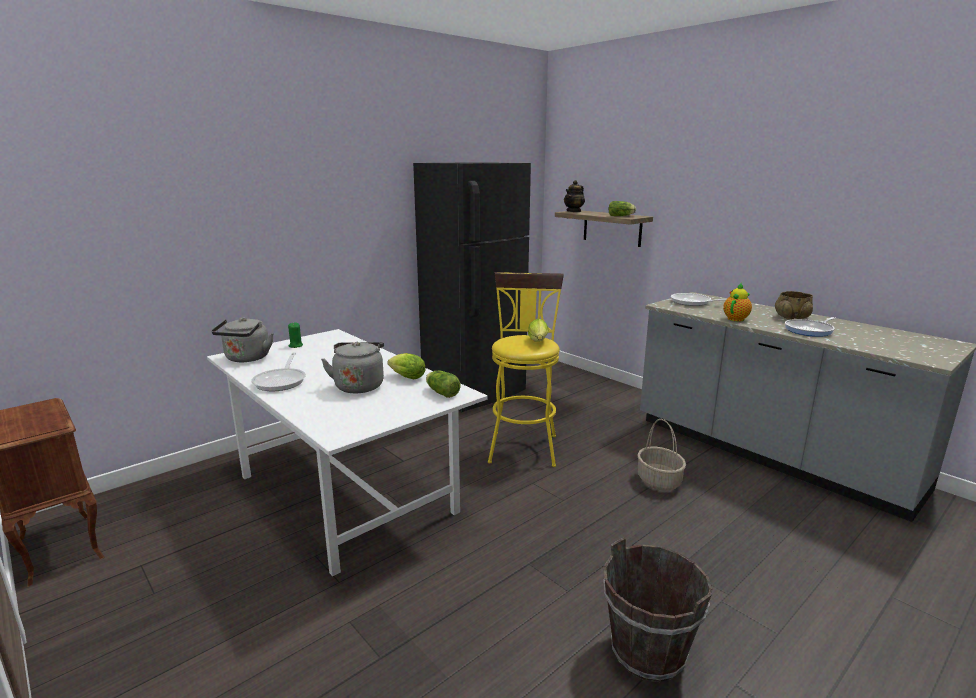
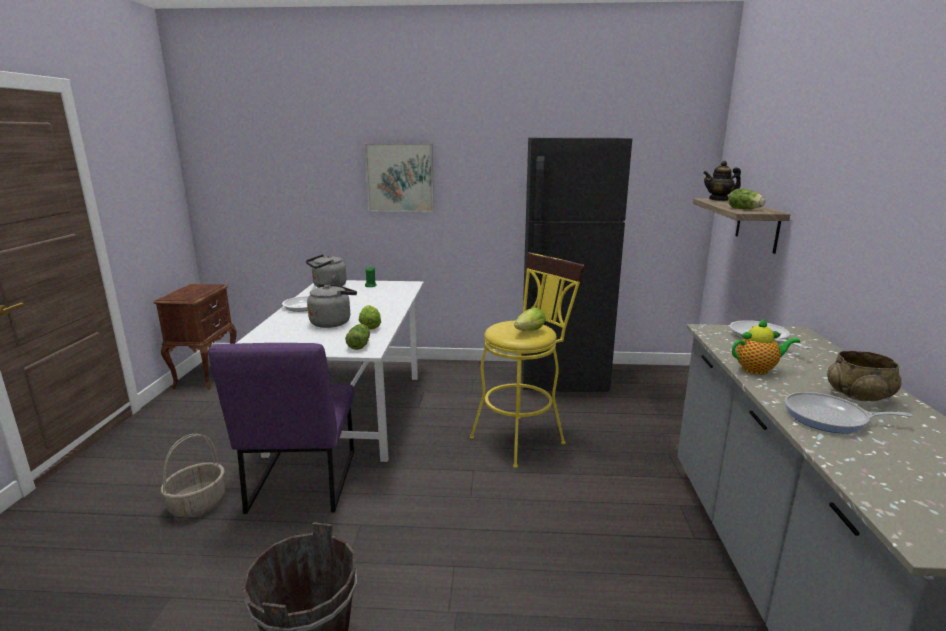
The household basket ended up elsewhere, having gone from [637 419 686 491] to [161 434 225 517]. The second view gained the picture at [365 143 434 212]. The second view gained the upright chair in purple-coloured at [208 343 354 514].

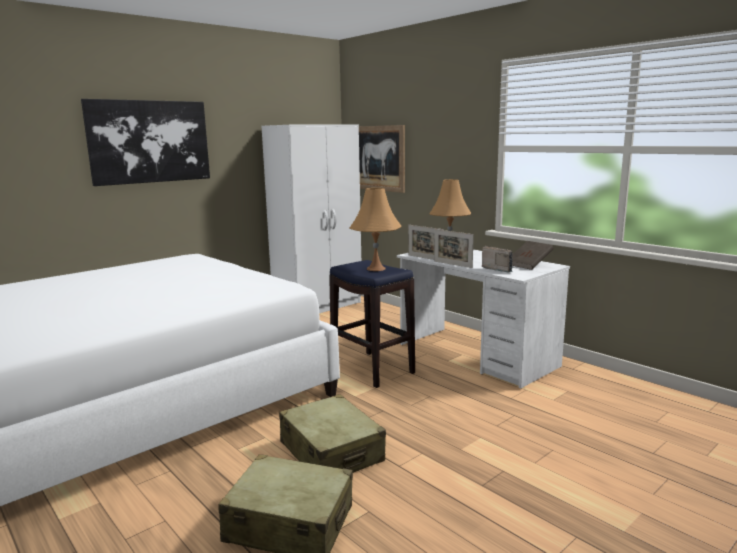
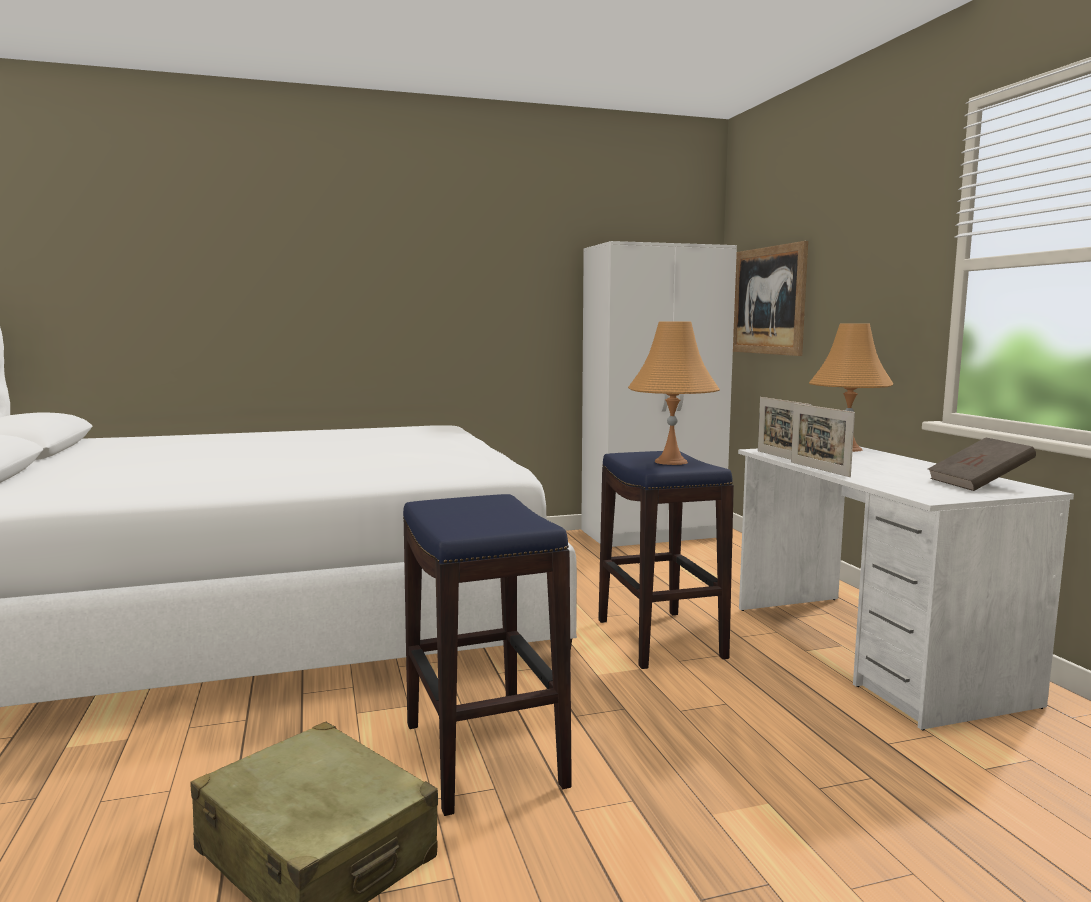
The second view lost the picture at [81 99 210 186]. The second view lost the radio at [482 246 514 273]. Where the travel case in beige-coloured stood at [279 394 386 473], the stool came to stand at [403 494 572 816].

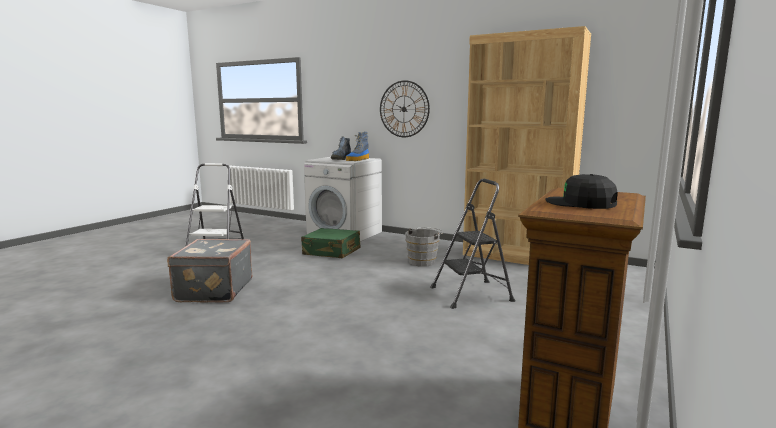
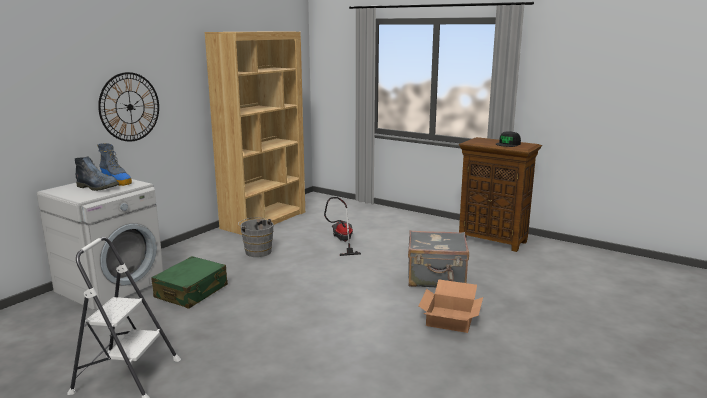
Where the stepladder in black-coloured stood at [430 179 516 309], the vacuum cleaner came to stand at [324 197 361 256]. The travel case in greyish ended up elsewhere, having gone from [167 239 253 303] to [408 230 469 287]. The second view gained the packing box at [418 279 483 333].

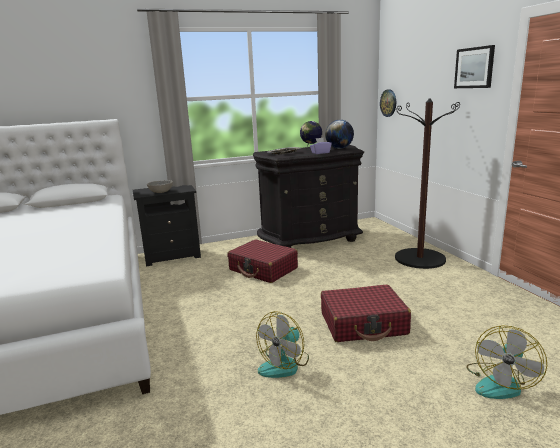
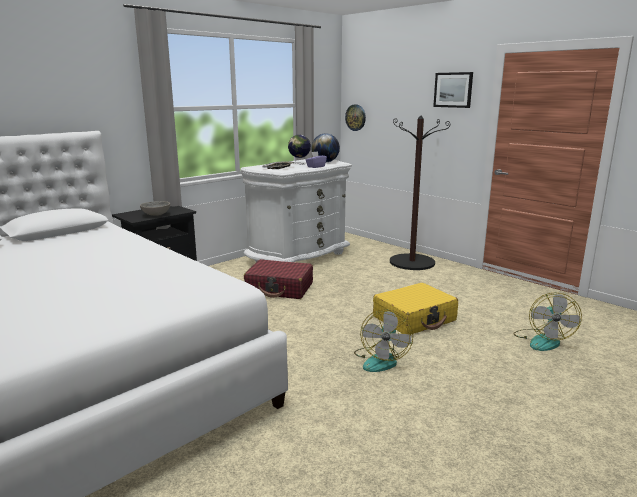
What was the chest of drawers in black-coloured at [253 145 364 248] turned into the chest of drawers in white at [240 159 352 262]. What was the travel case in red at [321 285 411 342] turned into the travel case in yellowish at [373 283 458 335].

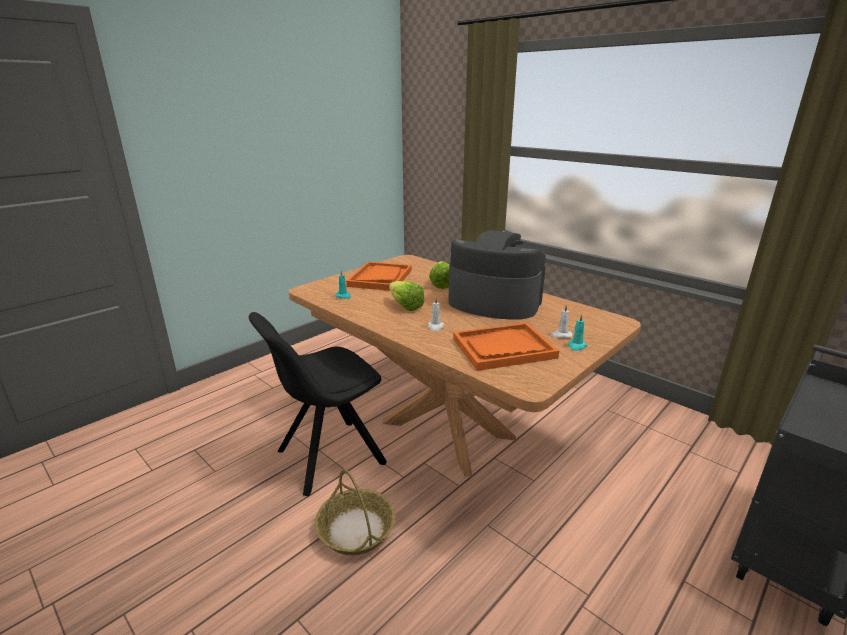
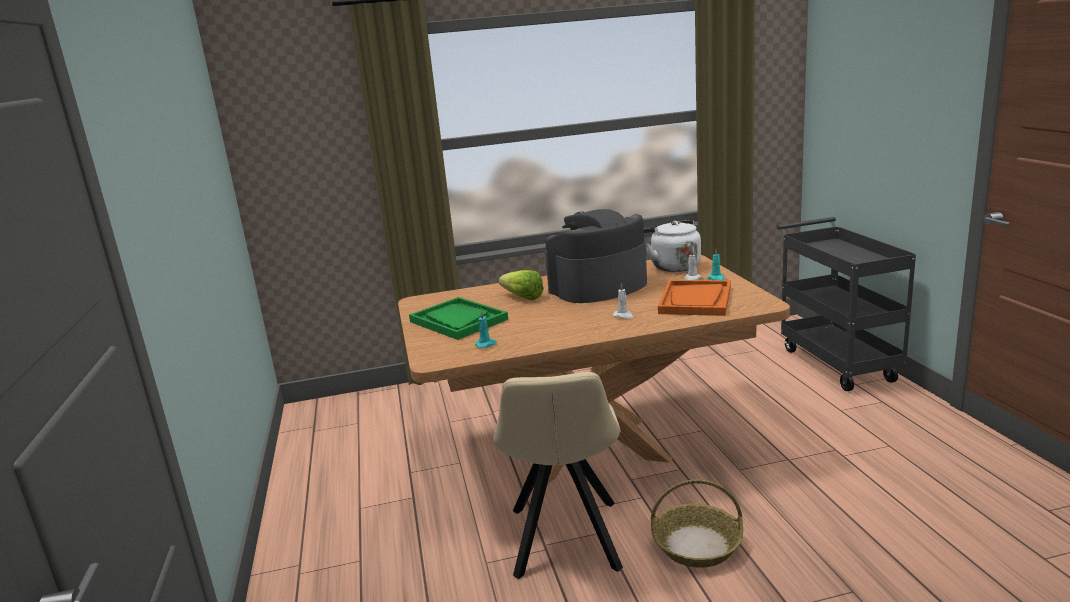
What was the serving tray in orange at [346 262 412 291] turned into the serving tray in green at [409 297 508 340]. The second view lost the lettuce head at [389 281 425 311]. What was the upright chair in black-coloured at [249 312 387 496] turned into the upright chair in beige-coloured at [493 372 623 579]. The second view gained the tea kettle in white at [644 220 701 272].

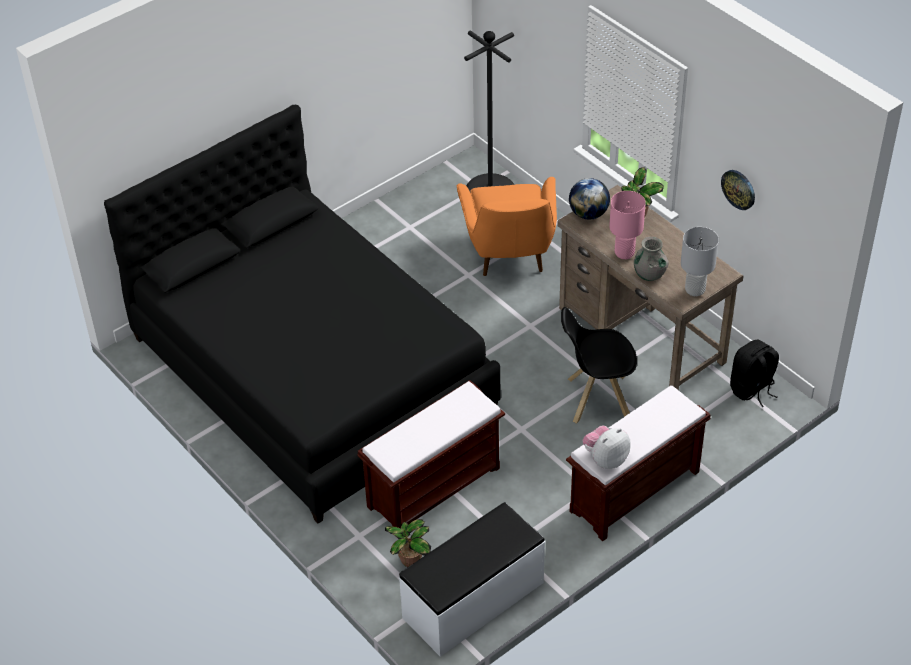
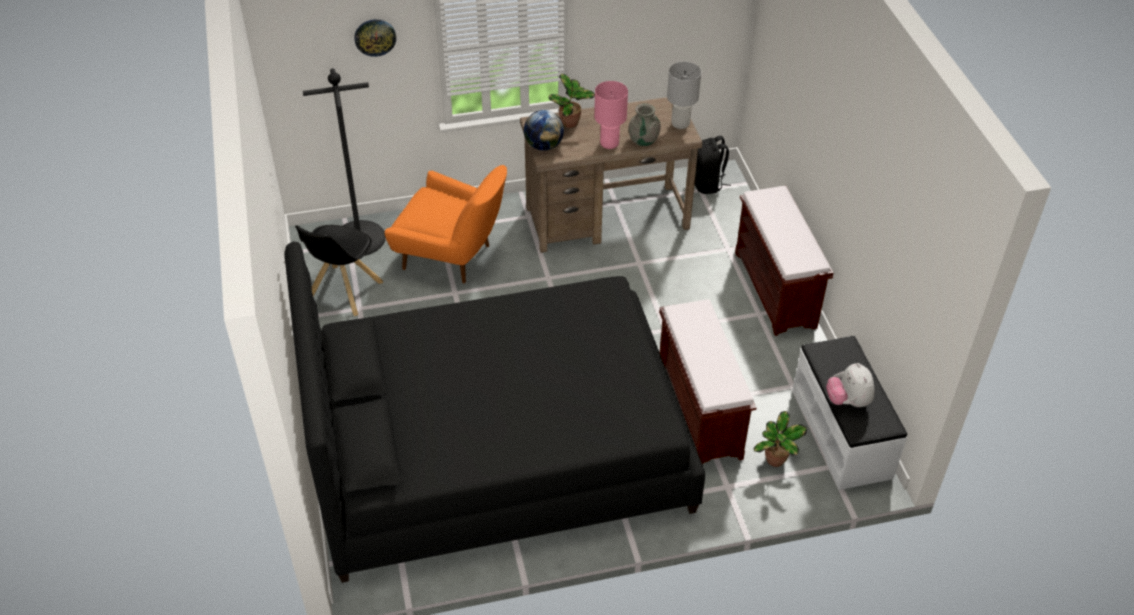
The wall clock ended up elsewhere, having gone from [721 170 755 210] to [354 19 396 57]. The upright chair in black-coloured ended up elsewhere, having gone from [561 307 637 424] to [295 225 383 316]. The cuddly toy ended up elsewhere, having gone from [582 425 631 469] to [826 363 875 407].

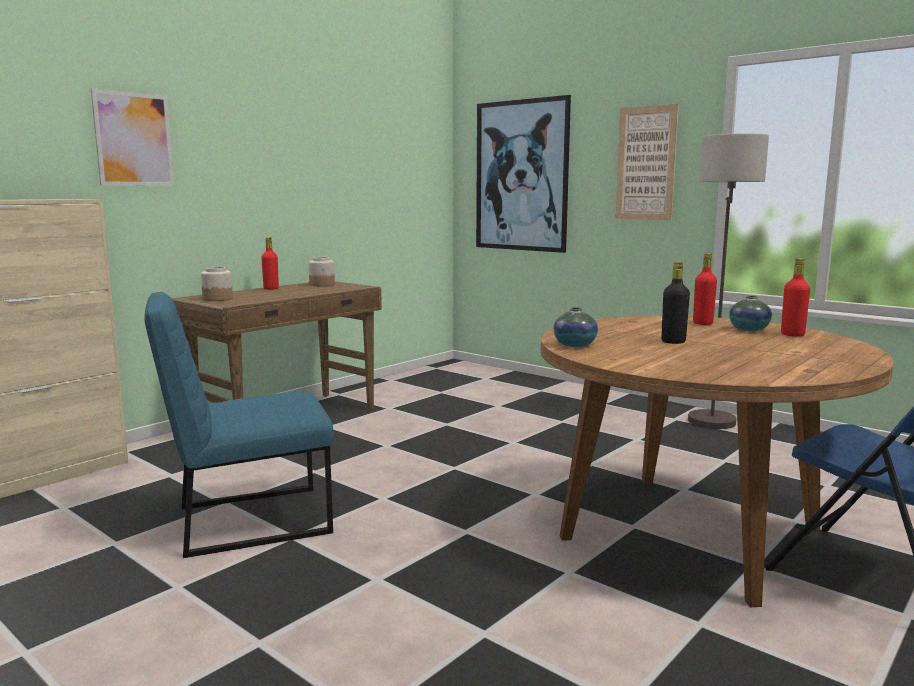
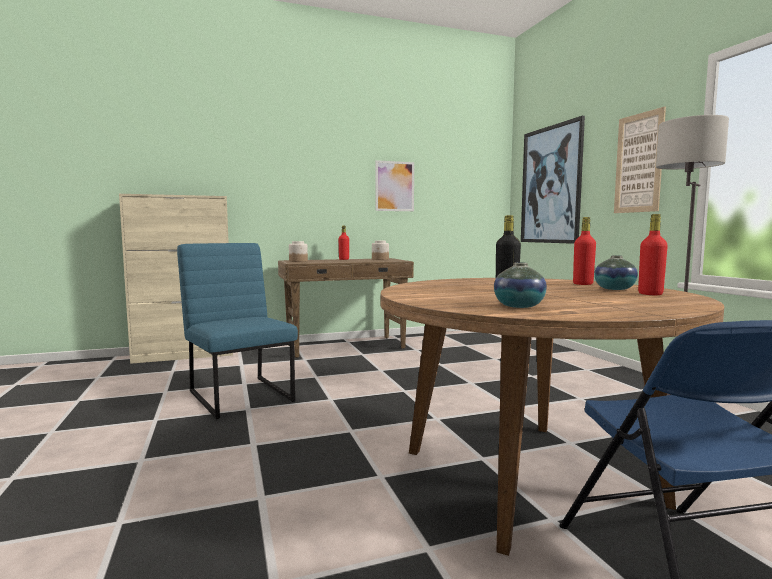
The picture ended up elsewhere, having gone from [91 88 174 186] to [375 160 414 211]. The upright chair in blue-coloured at [144 292 333 558] ended up facing another way, 45 degrees clockwise from before. The vase ended up elsewhere, having gone from [553 307 598 347] to [494 262 547 308].

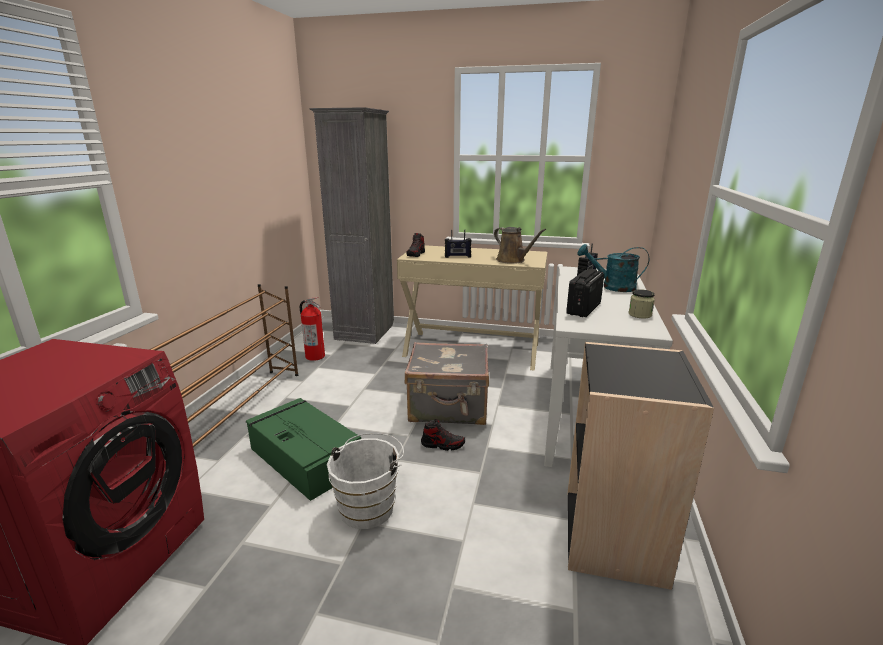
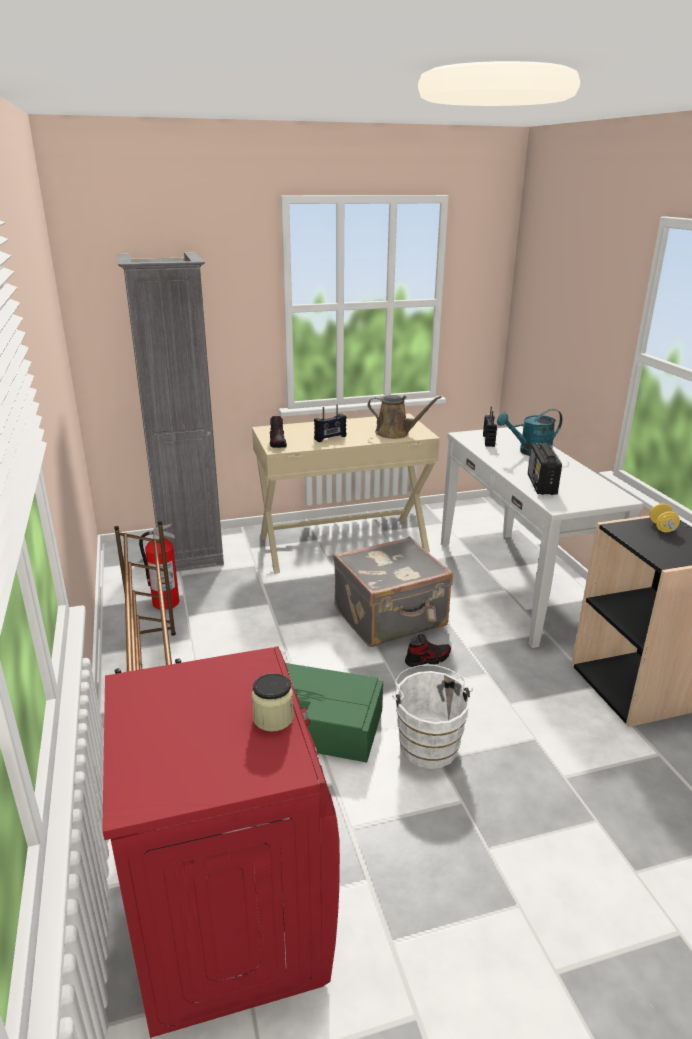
The jar ended up elsewhere, having gone from [628 289 655 319] to [252 673 294 732]. The second view gained the hand weight in yellowish at [649 503 680 532].

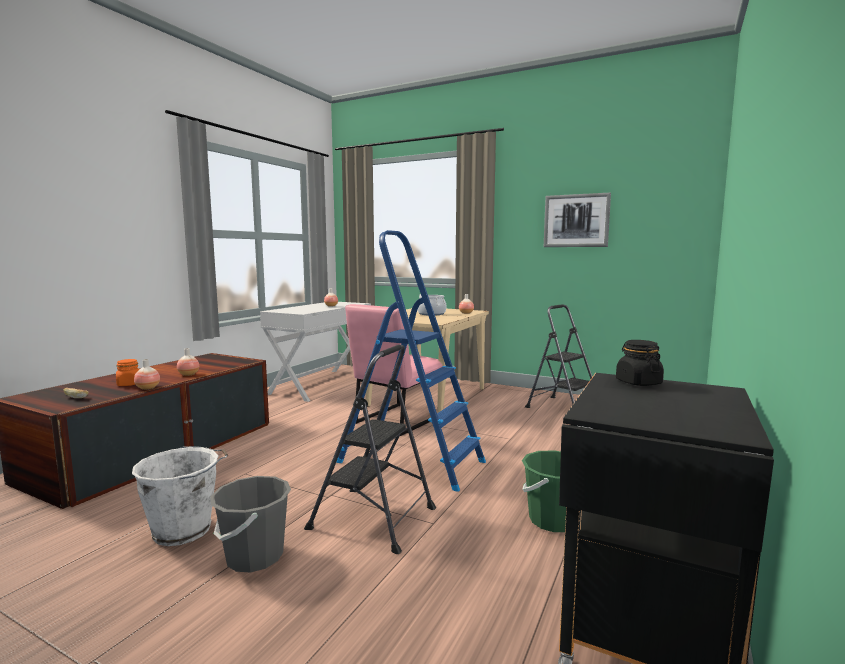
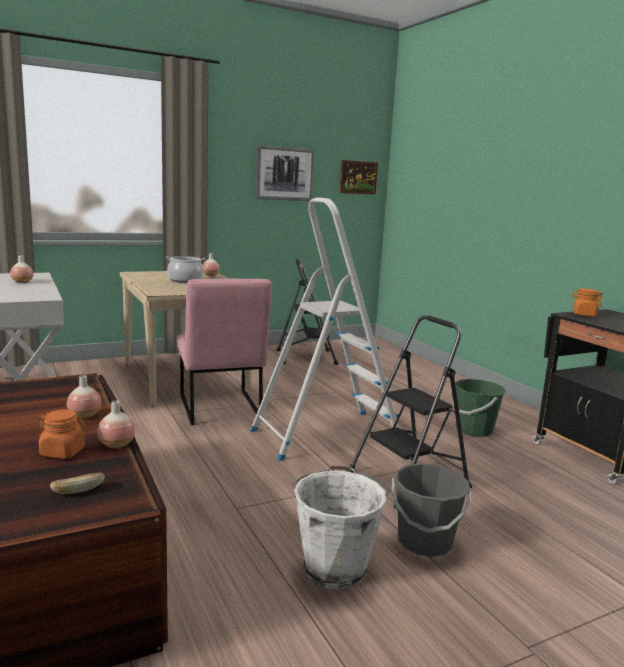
What was the stepladder in blue-coloured at [337 230 486 492] turned into the stepladder in white at [250 197 399 461]. What was the jar in black-coloured at [616 340 664 386] turned into the jar in orange at [572 288 602 316]. The second view gained the picture at [340 160 378 195].

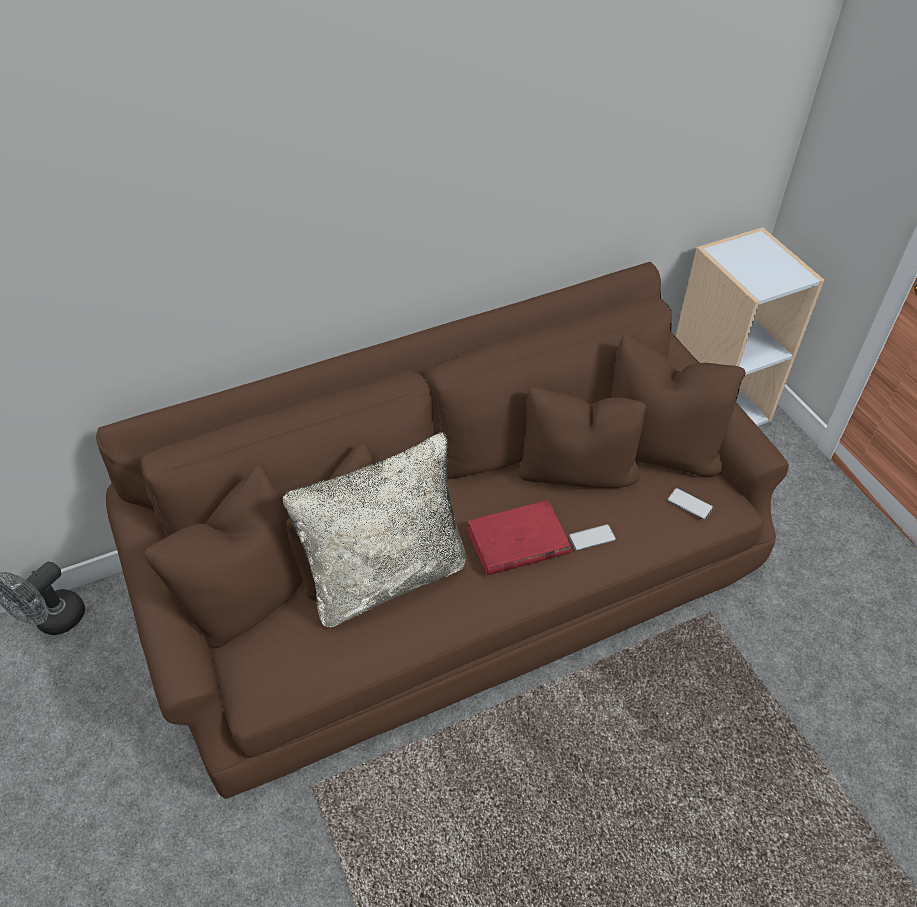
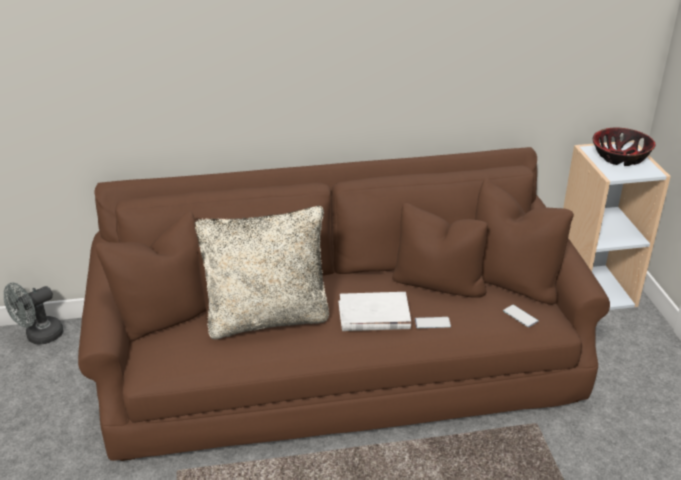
What was the bound book in red at [466 500 571 576] turned into the bound book in white at [338 292 411 331]. The second view gained the bowl at [593 128 656 166].

